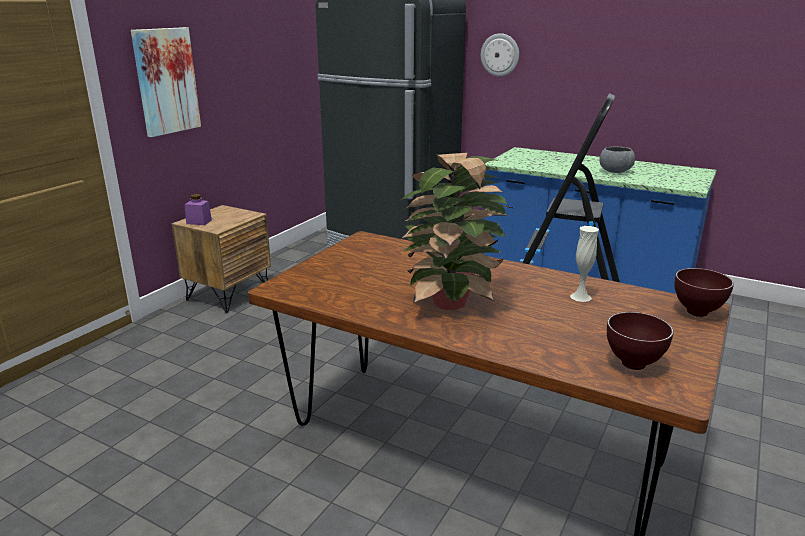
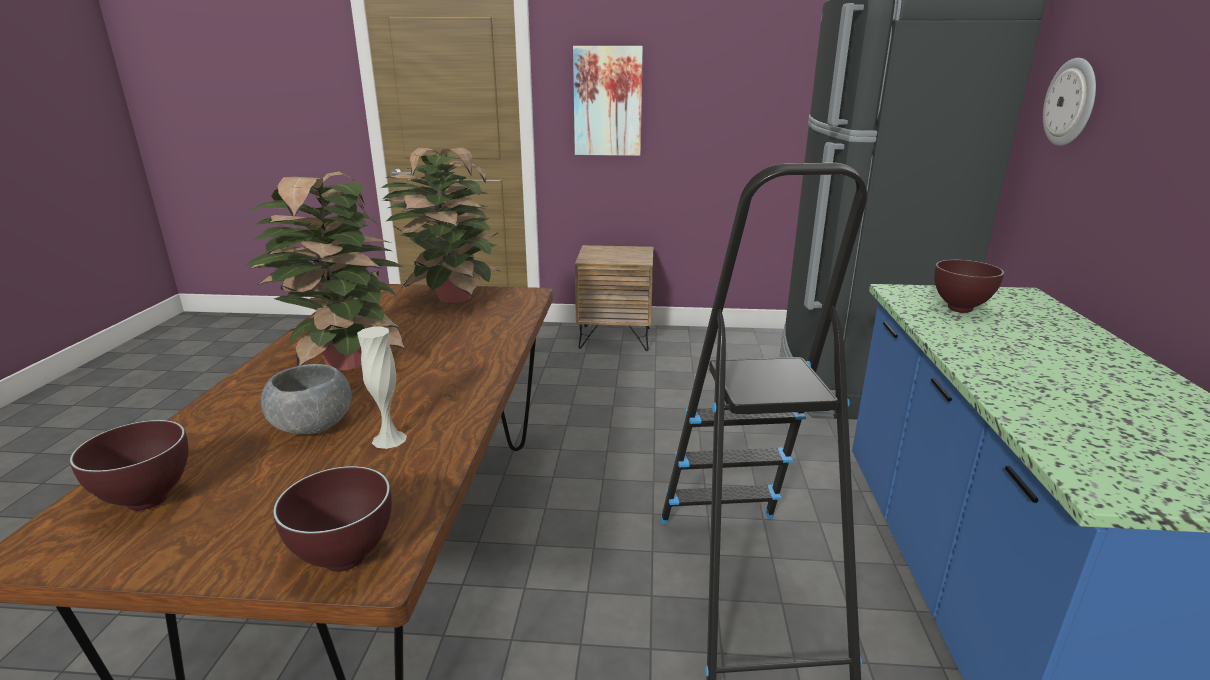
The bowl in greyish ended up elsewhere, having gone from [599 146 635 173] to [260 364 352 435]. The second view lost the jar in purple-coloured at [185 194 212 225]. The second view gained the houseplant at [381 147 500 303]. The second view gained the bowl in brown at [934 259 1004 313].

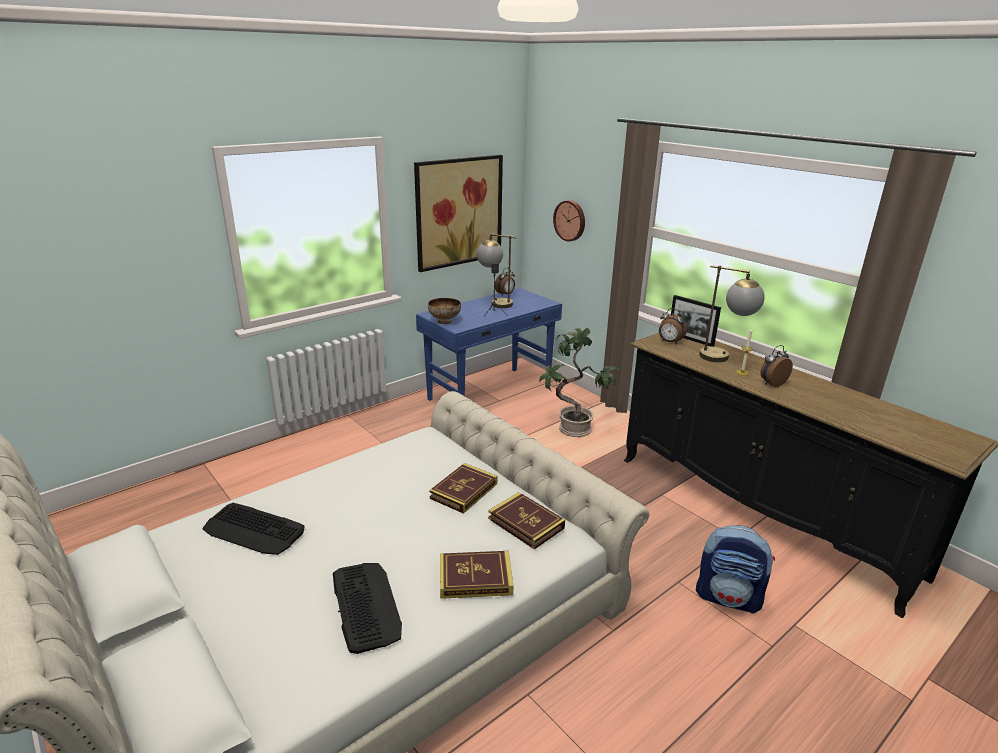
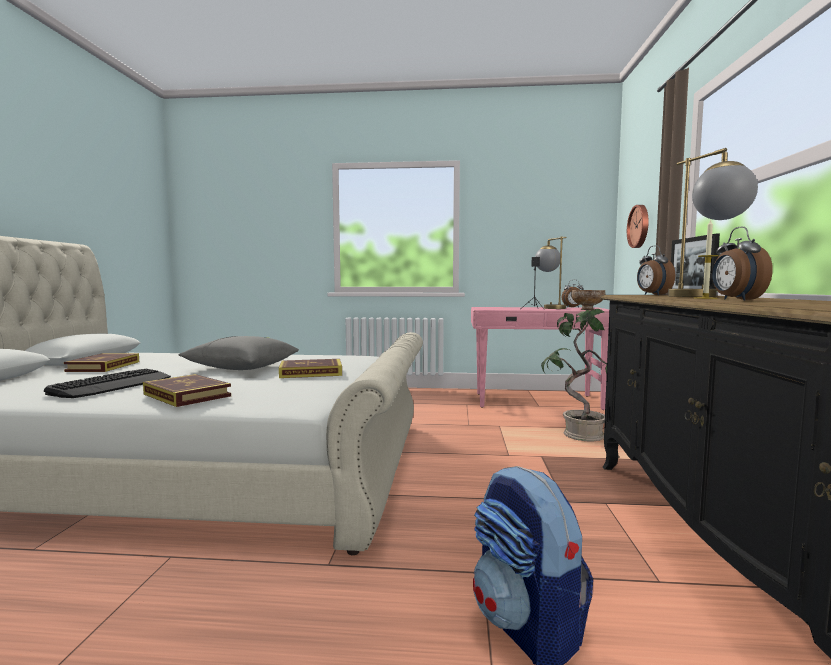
The second view lost the picture at [414 155 503 272]. What was the narrow table in blue-coloured at [416 288 562 401] turned into the narrow table in pinkish at [471 307 609 410]. The bowl ended up elsewhere, having gone from [428 298 461 324] to [571 290 606 310]. The alarm clock at [761 345 793 387] ended up facing another way, 105 degrees counterclockwise from before. The bound book ended up elsewhere, having gone from [488 492 565 550] to [64 353 139 372]. The second view lost the keyboard at [202 503 305 555]. The second view gained the pillow in greyish at [179 336 299 370].

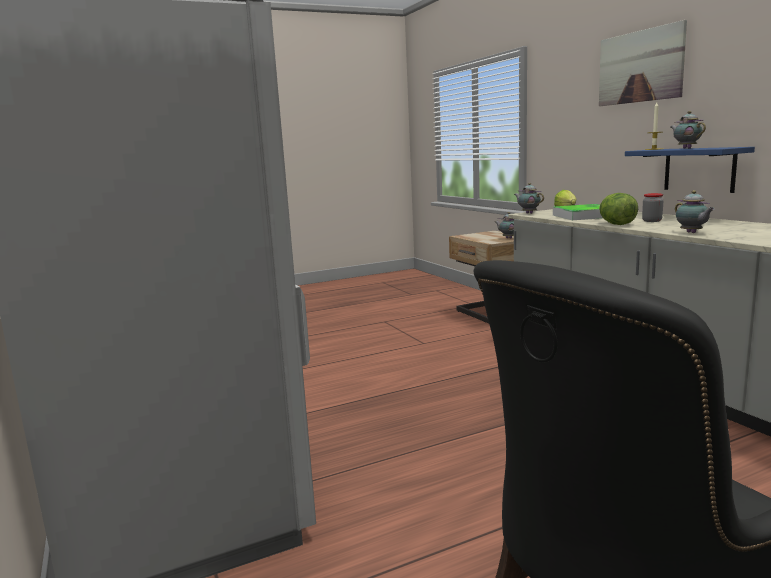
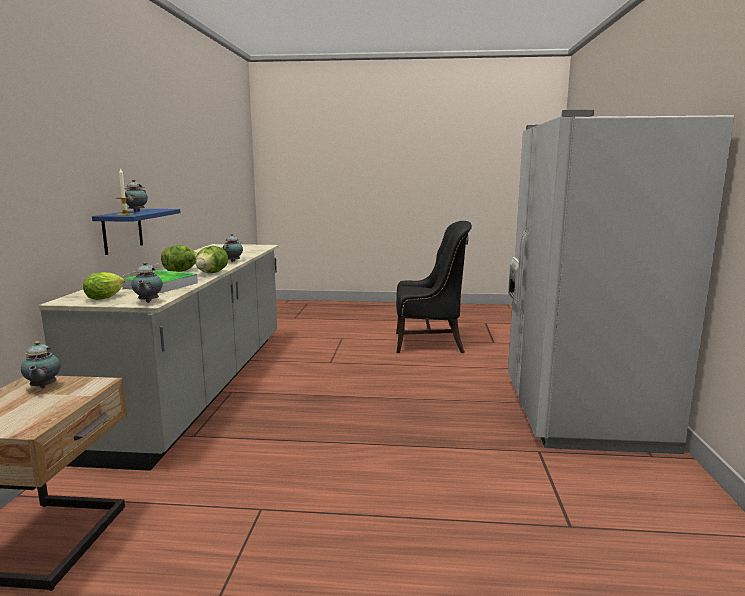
The second view lost the picture at [599 20 687 106]. Where the jar stood at [642 193 664 222], the lettuce head came to stand at [161 245 197 272].

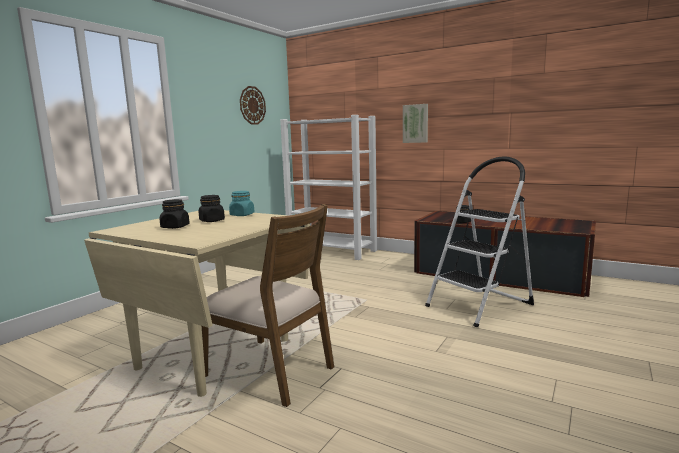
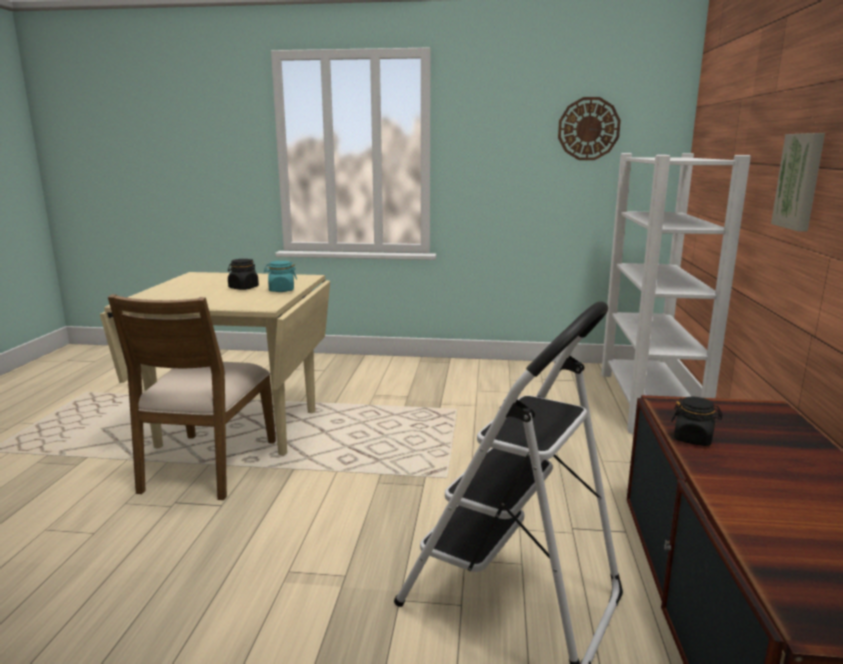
The second view lost the jar in black-coloured at [160 199 190 229].

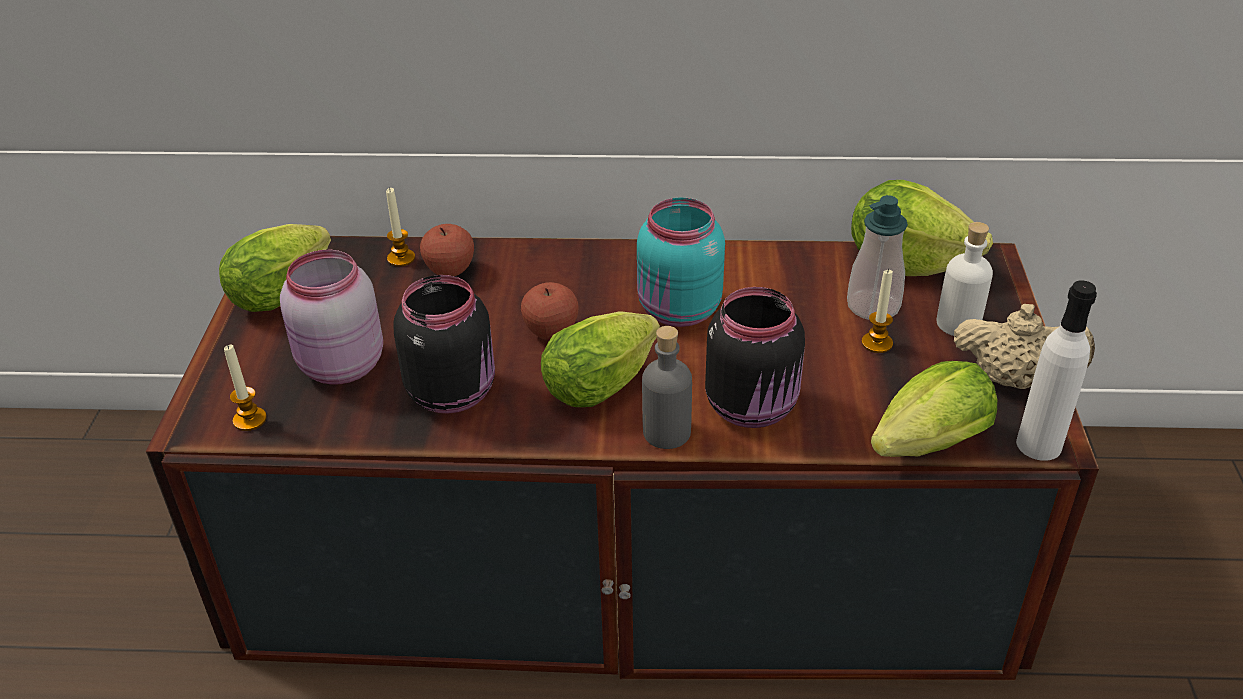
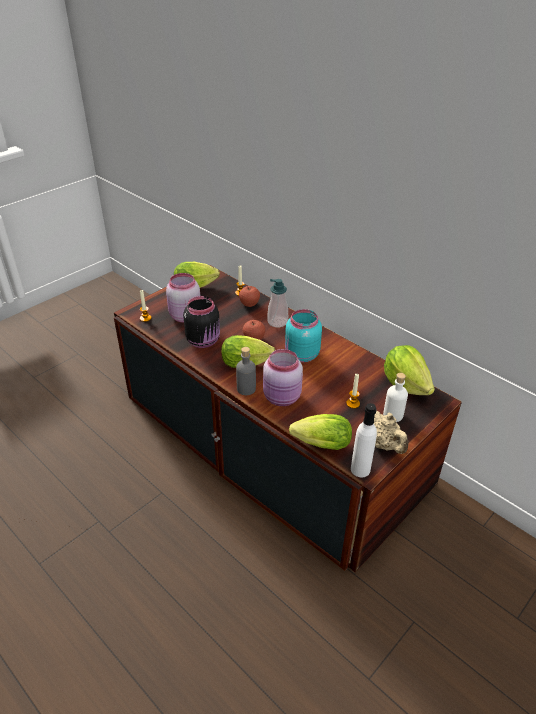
The soap dispenser ended up elsewhere, having gone from [847 195 908 320] to [268 279 288 327]. What was the jar in black-coloured at [705 287 805 428] turned into the jar in pinkish at [263 349 303 406].

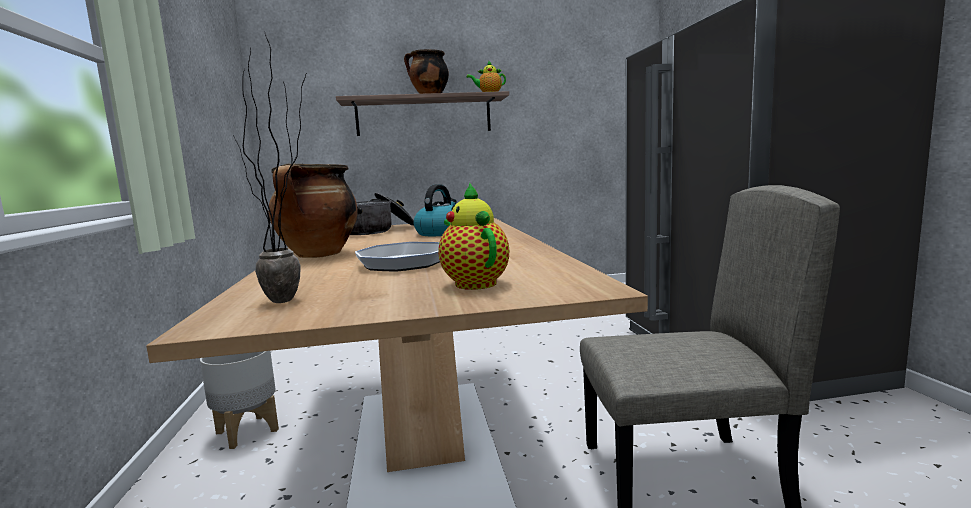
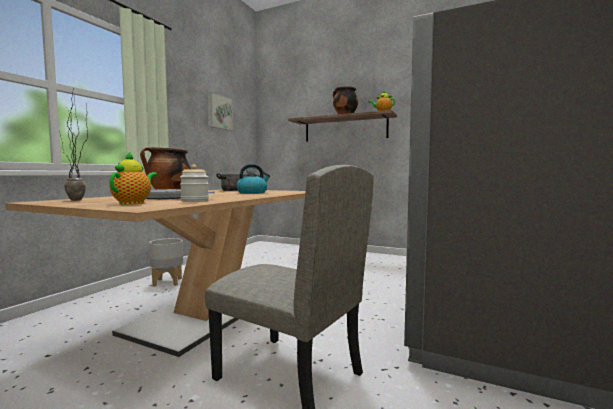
The second view gained the picture at [207 92 233 131]. The second view gained the jar at [180 165 209 202].

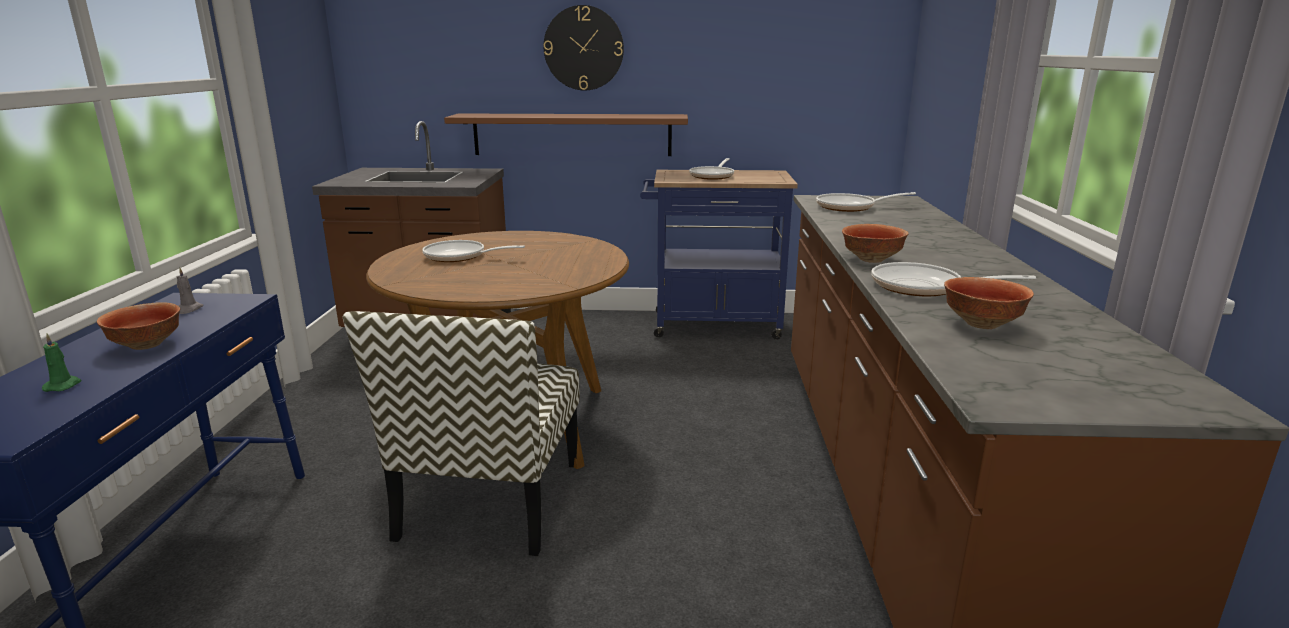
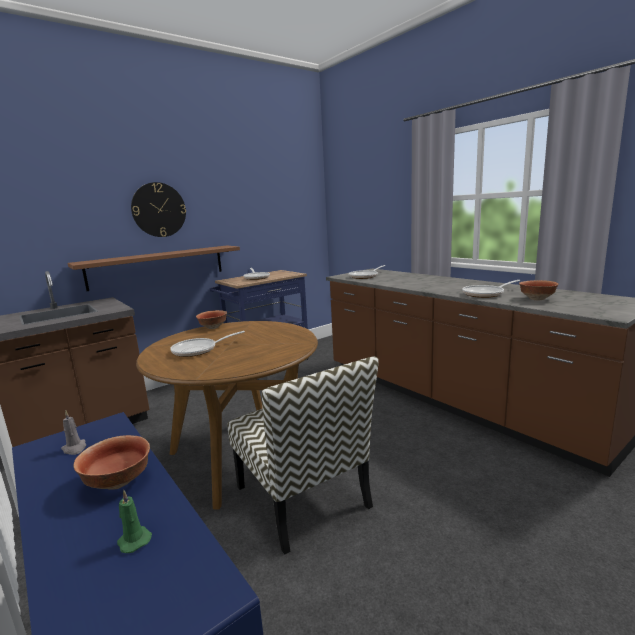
The bowl ended up elsewhere, having gone from [842 224 908 263] to [196 310 227 329].

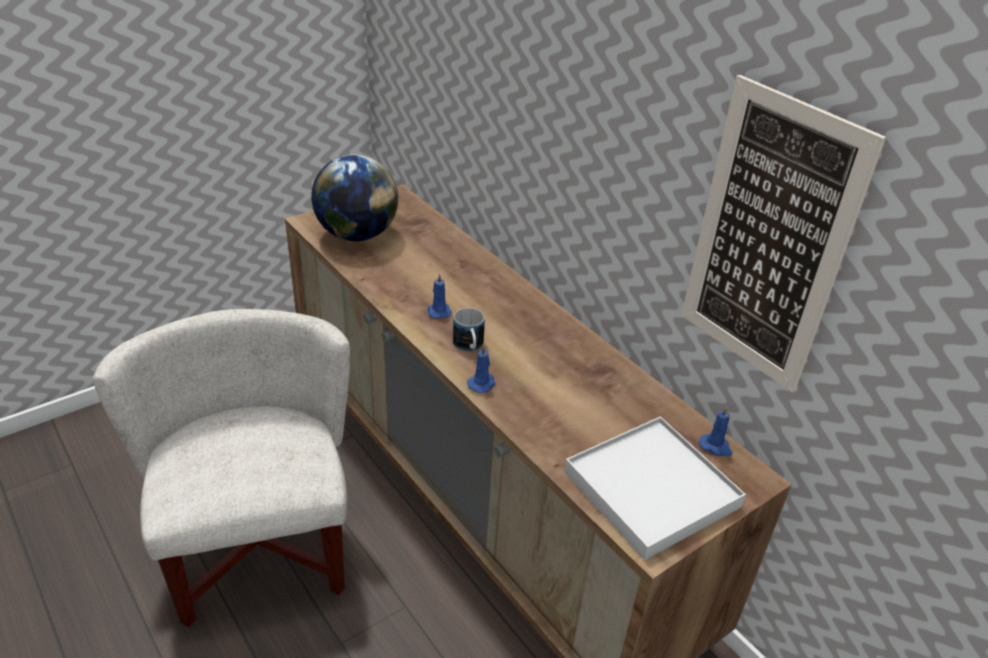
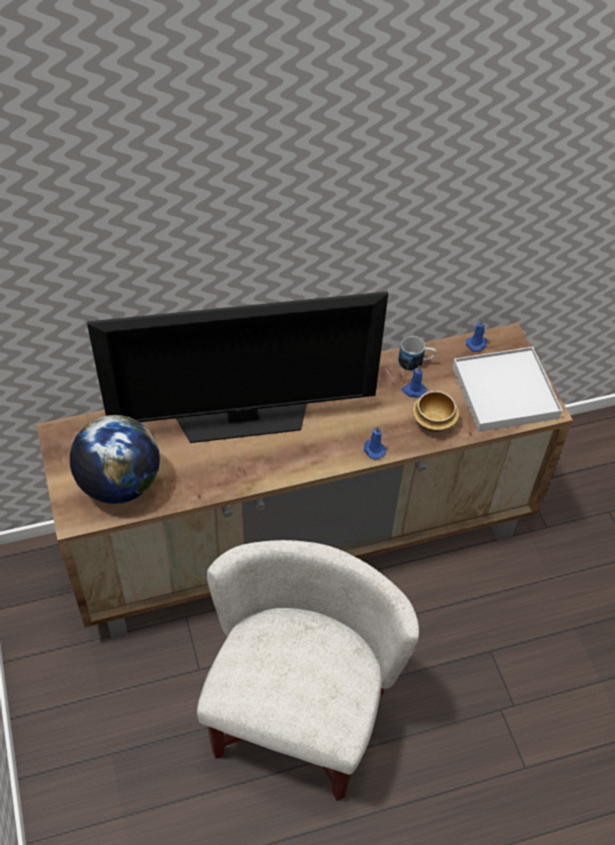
The second view lost the picture at [681 75 886 392]. The wax candle in blue-coloured ended up elsewhere, having gone from [428 273 452 319] to [402 365 426 398]. The tea mug ended up elsewhere, having gone from [453 308 485 352] to [398 336 437 371]. The lounge chair in white at [93 309 350 627] ended up facing another way, 105 degrees clockwise from before. The second view gained the TV set at [87 291 388 443]. The second view gained the bowl at [413 391 459 433].

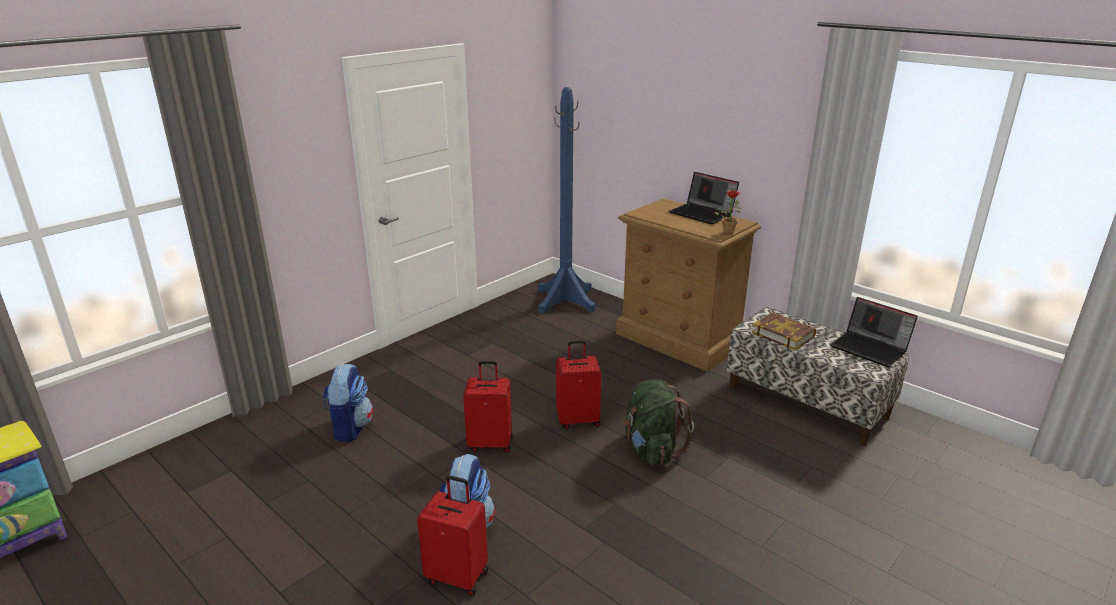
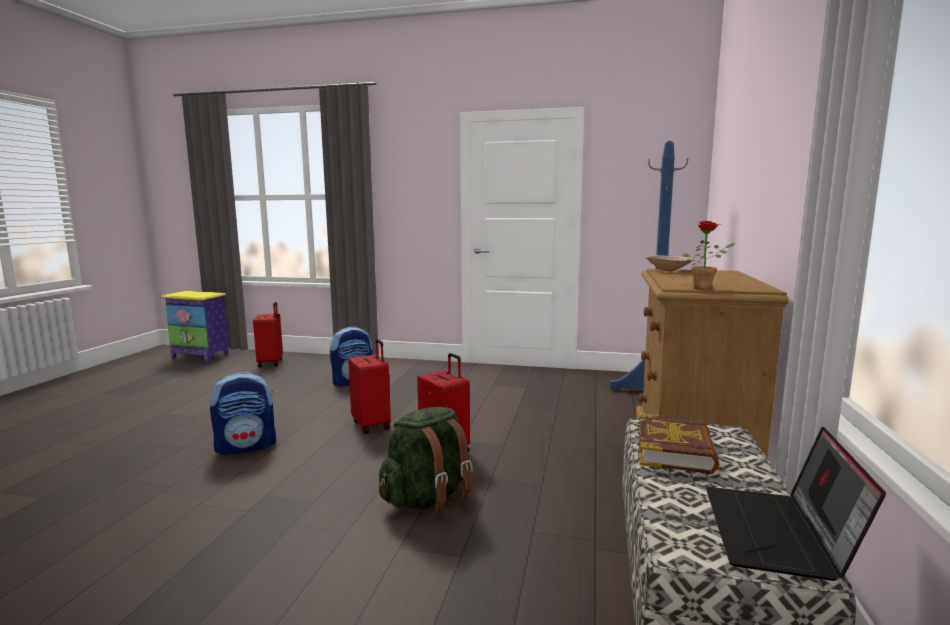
The second view lost the notebook computer at [669 172 739 224]. The travel case in red ended up elsewhere, having gone from [417 476 488 596] to [253 302 283 367]. The second view gained the bowl in beige-coloured at [645 255 695 271].

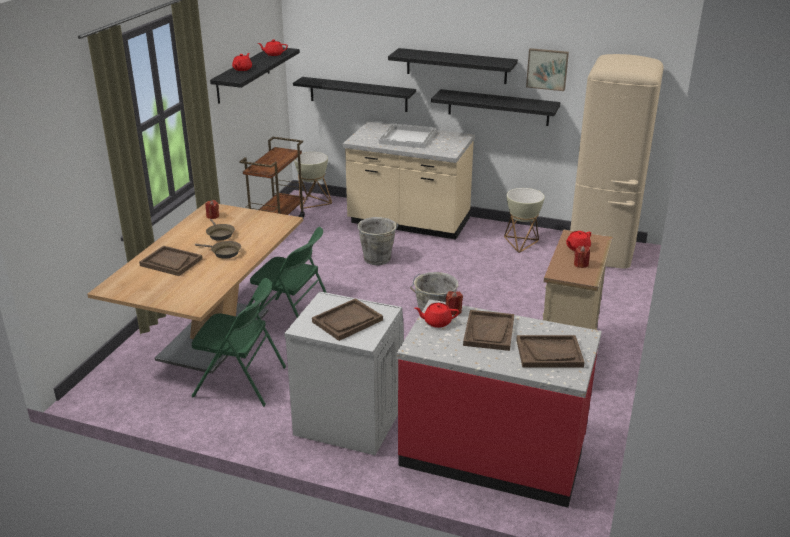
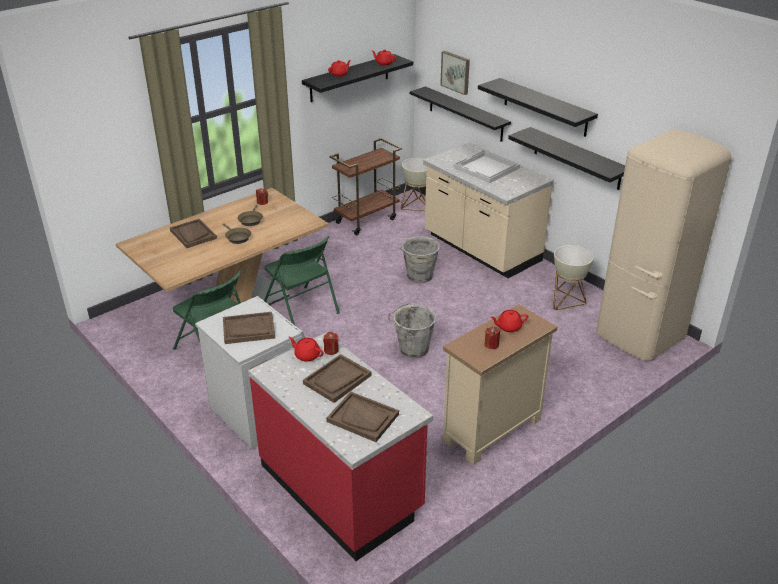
The picture ended up elsewhere, having gone from [526 48 569 91] to [440 51 470 95].

